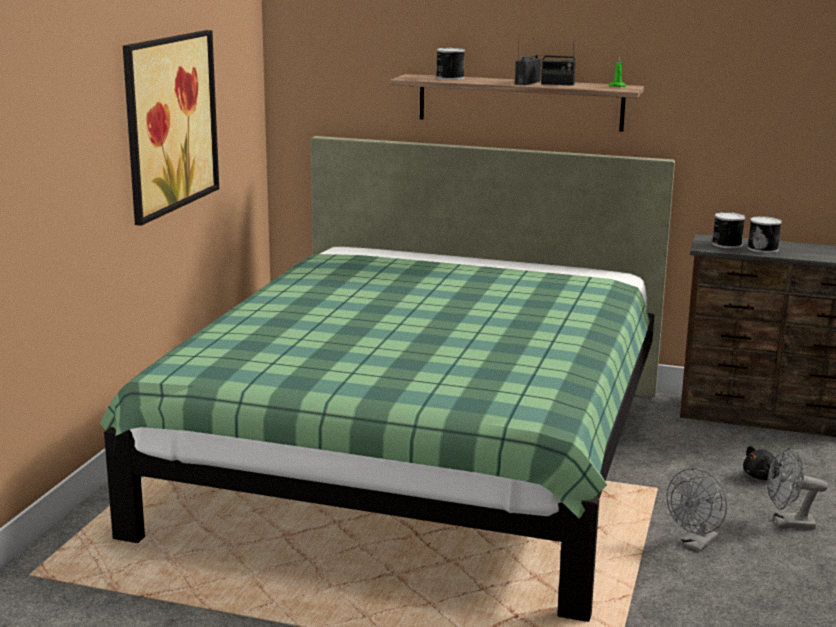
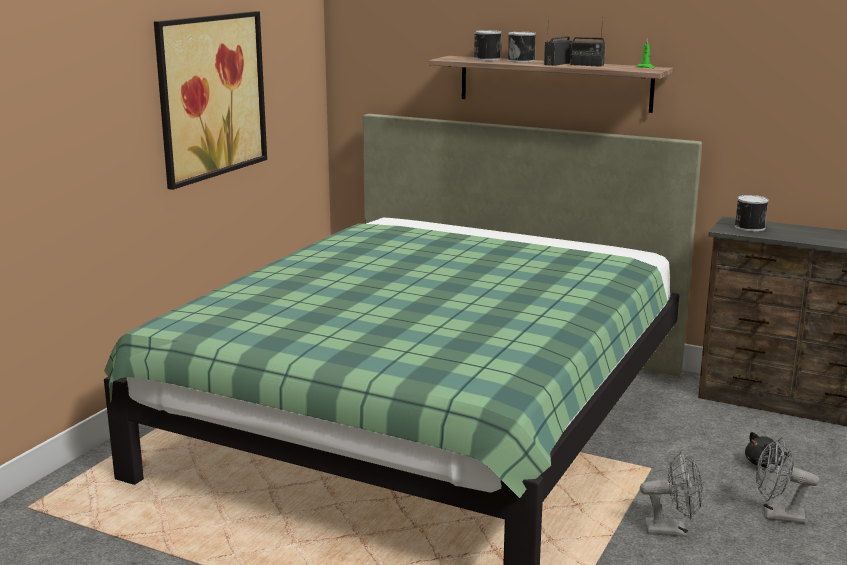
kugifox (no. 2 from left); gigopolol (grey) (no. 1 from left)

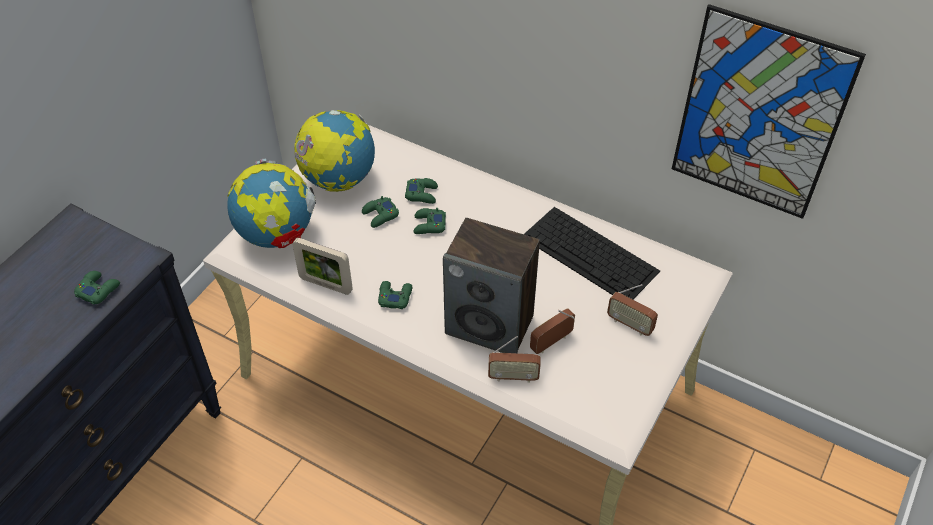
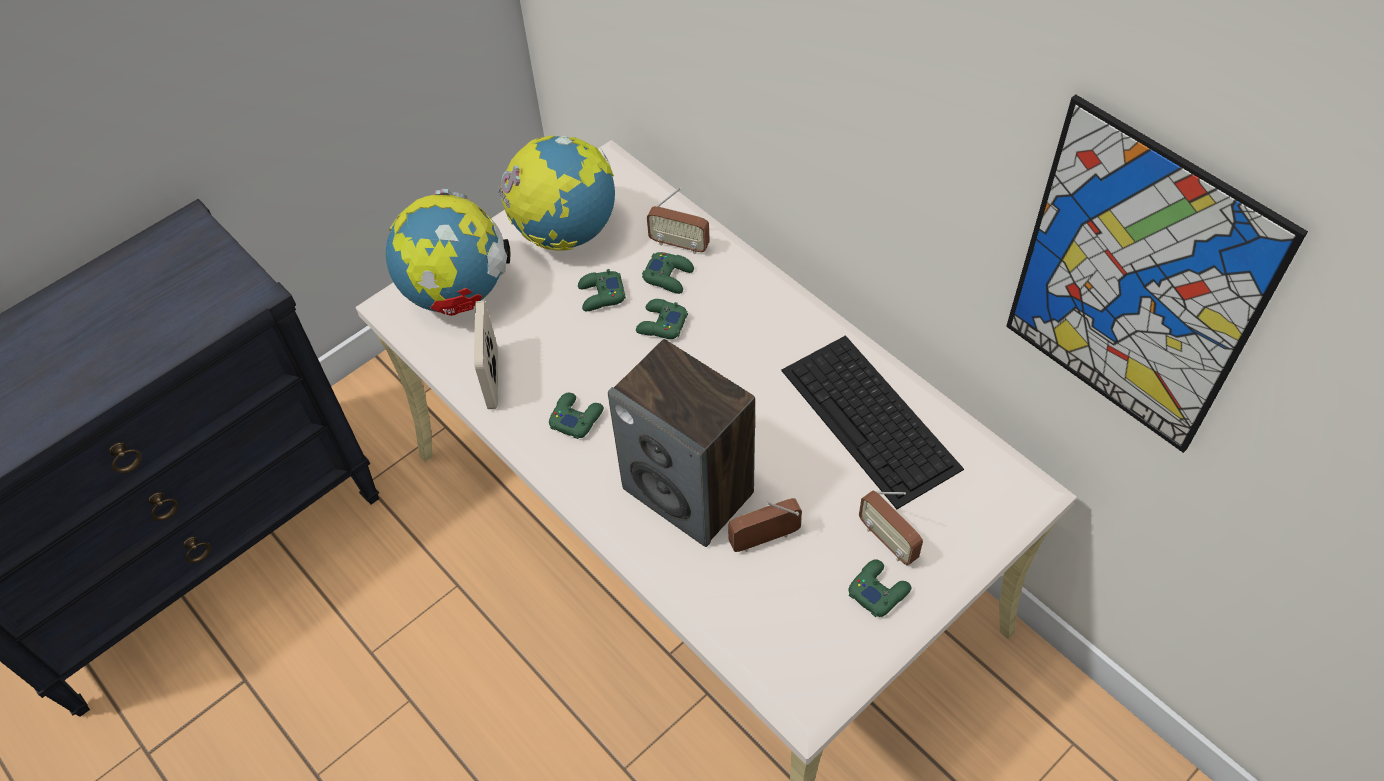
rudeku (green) (no. 5 from left); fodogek (no. 1 from left); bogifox

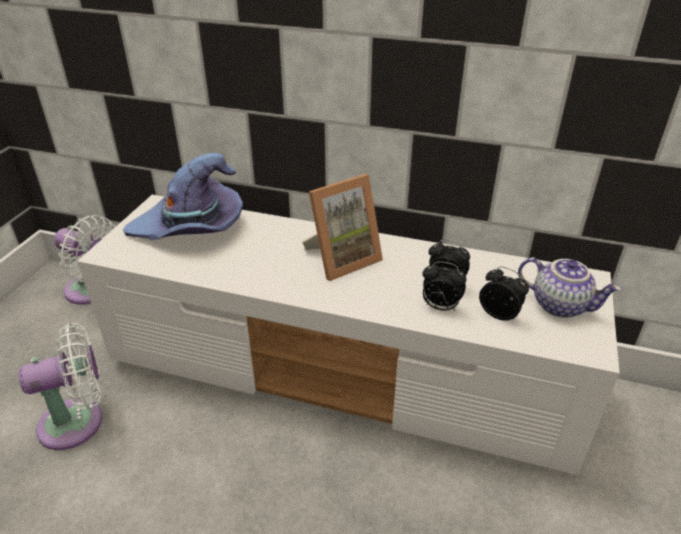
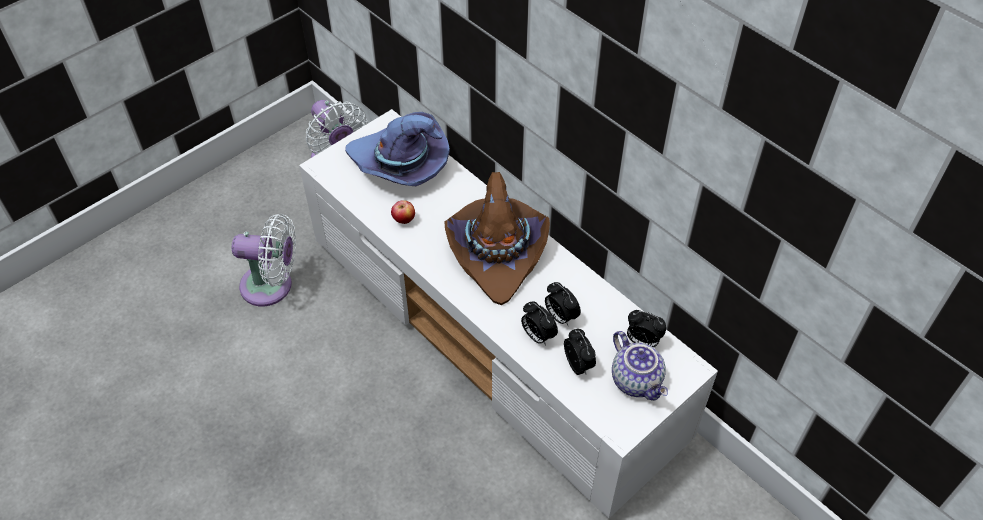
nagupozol; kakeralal (no. 4 from left); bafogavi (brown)

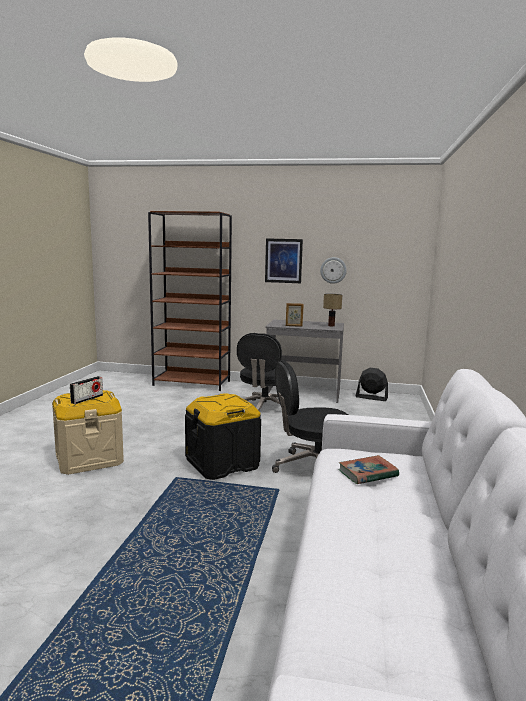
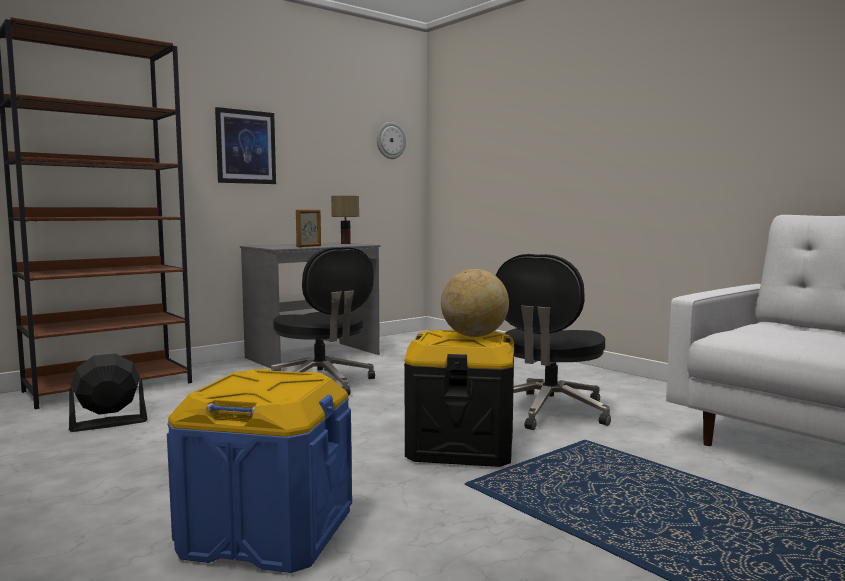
fodogek; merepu; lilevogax; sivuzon; gigopolol (black); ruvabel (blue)

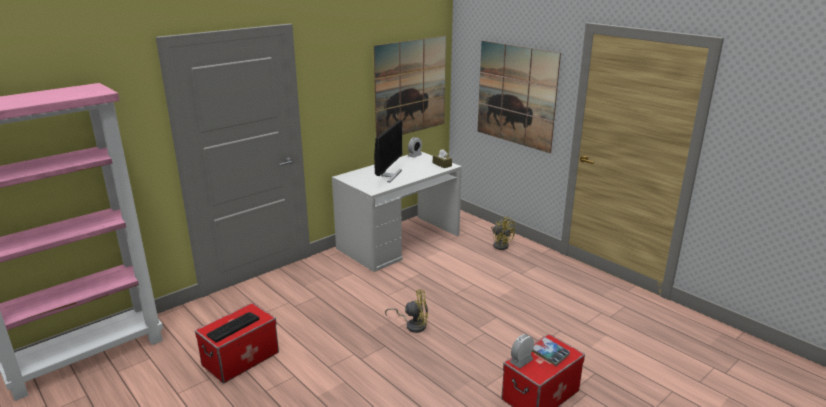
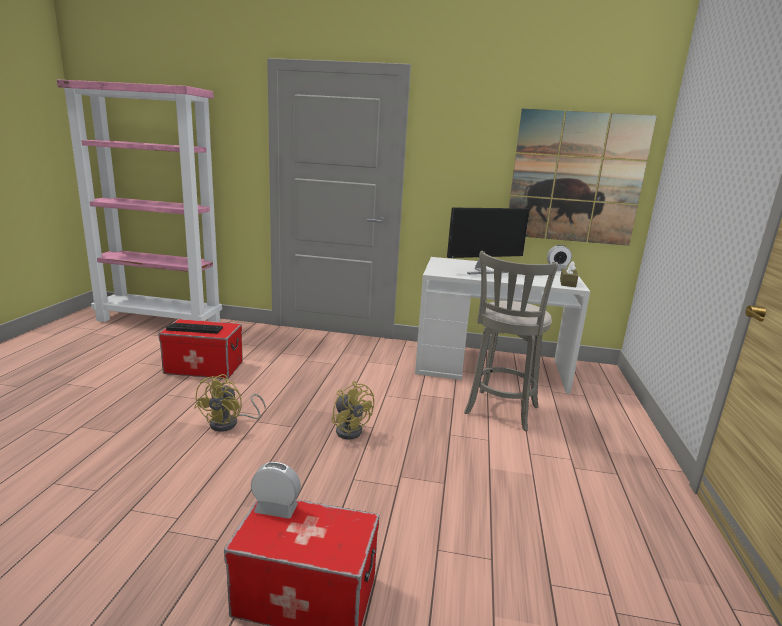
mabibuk (no. 2 from left in the first image); merepu; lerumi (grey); gigopolol (yellow) (no. 1 from left)

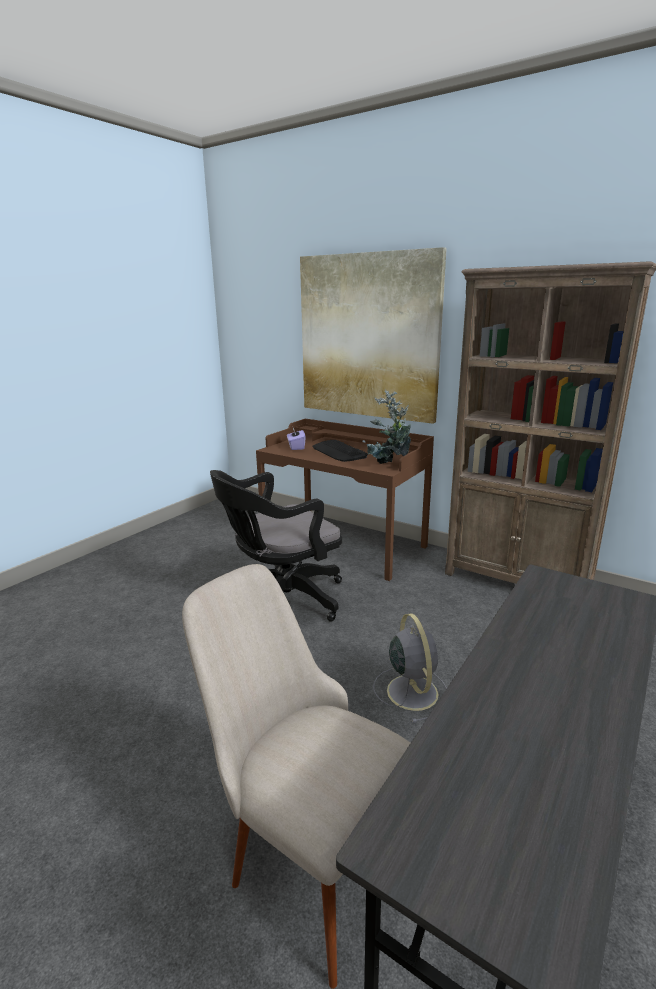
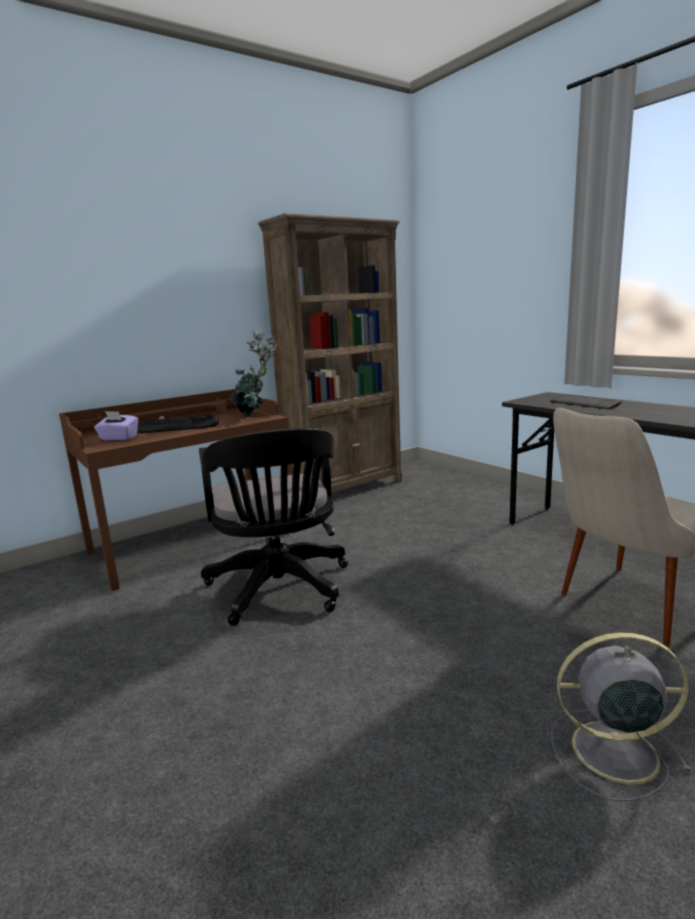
mabibuk; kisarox (no. 2 from left); gigopolol (grey)

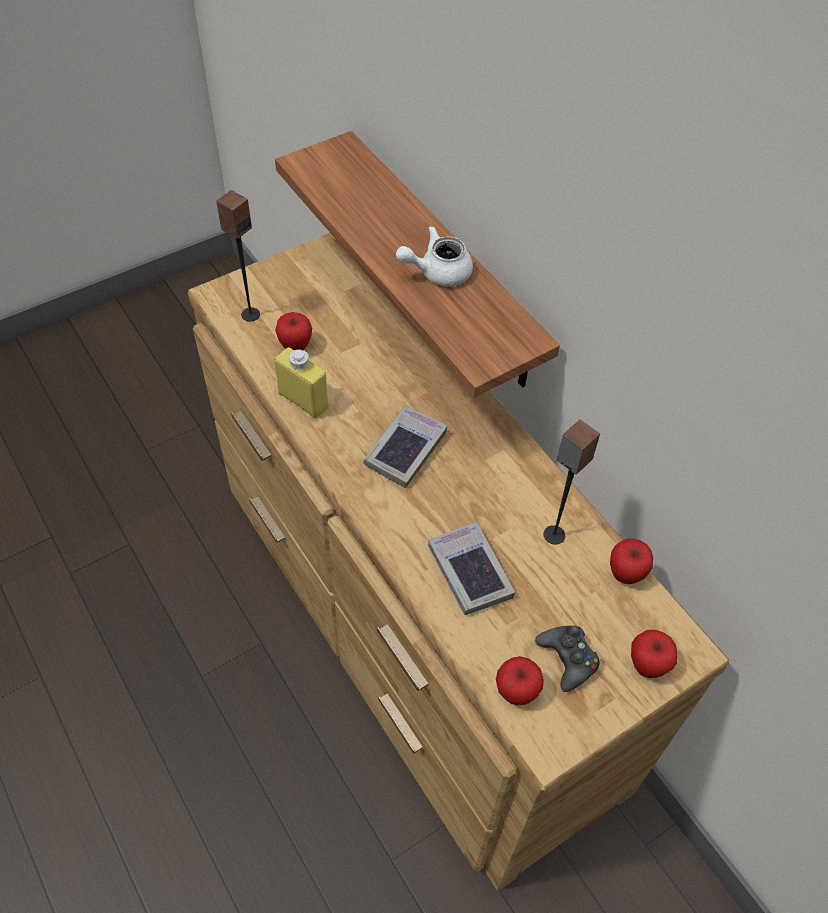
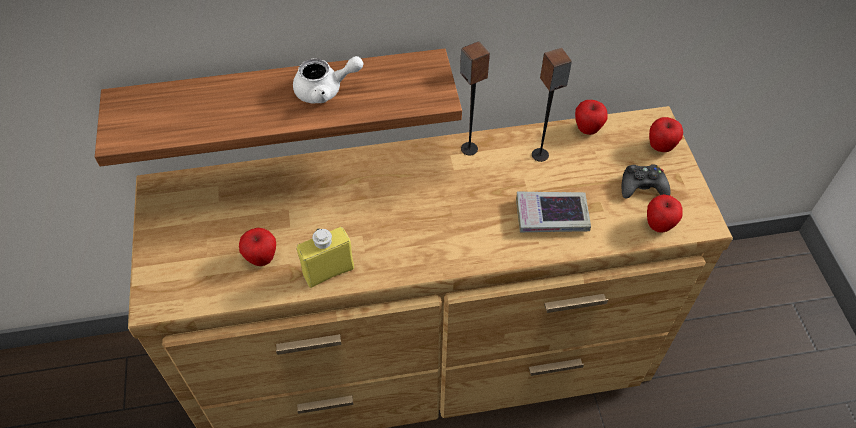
merepu (no. 1 from left in the first image); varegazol (no. 1 from left); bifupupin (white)

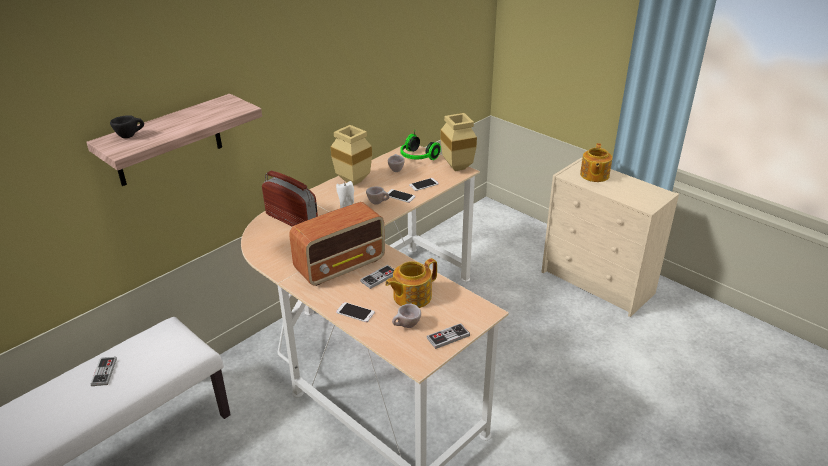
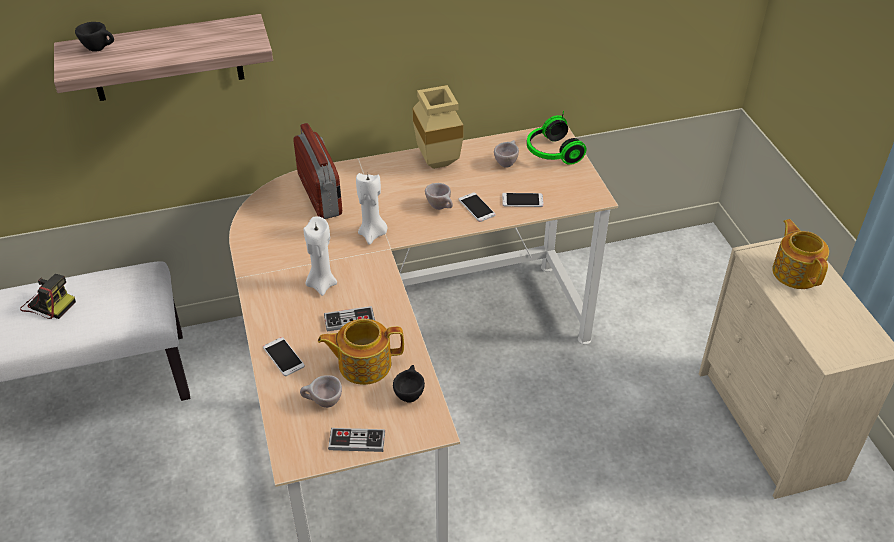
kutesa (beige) (no. 2 from left in the first image); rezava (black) (no. 2 from left); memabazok; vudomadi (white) (no. 1 from left); bifupupin (no. 2 from left)

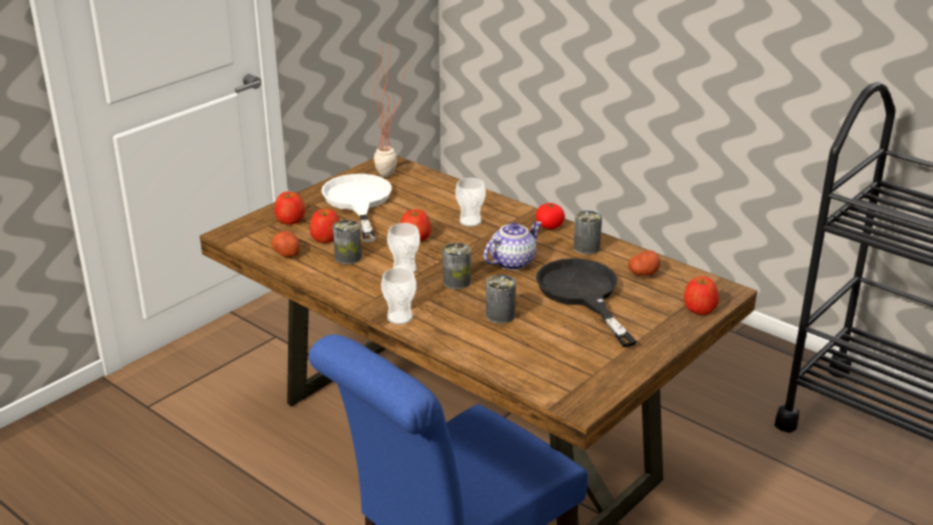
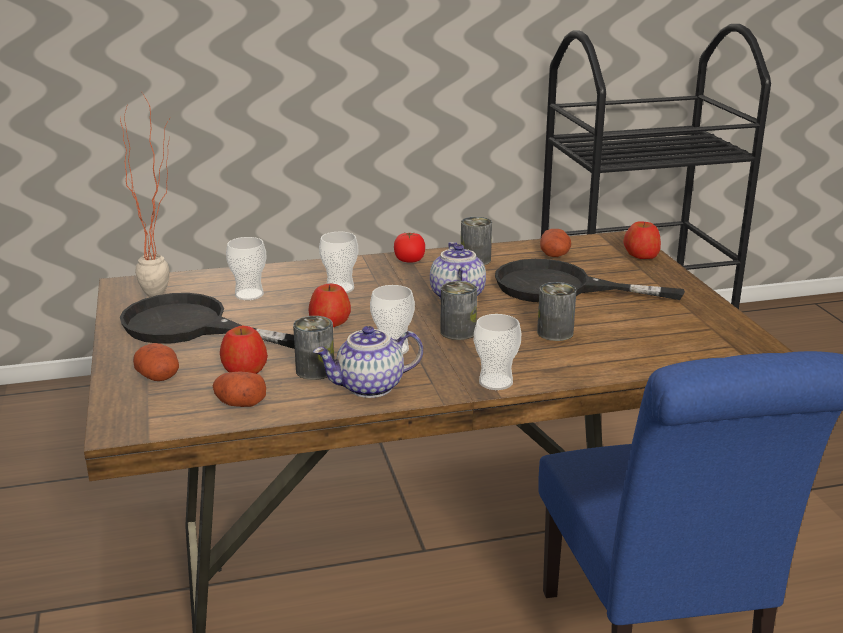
rezava (no. 1 from left); bifupupin (no. 1 from left); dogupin (no. 1 from left); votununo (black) (no. 1 from left)

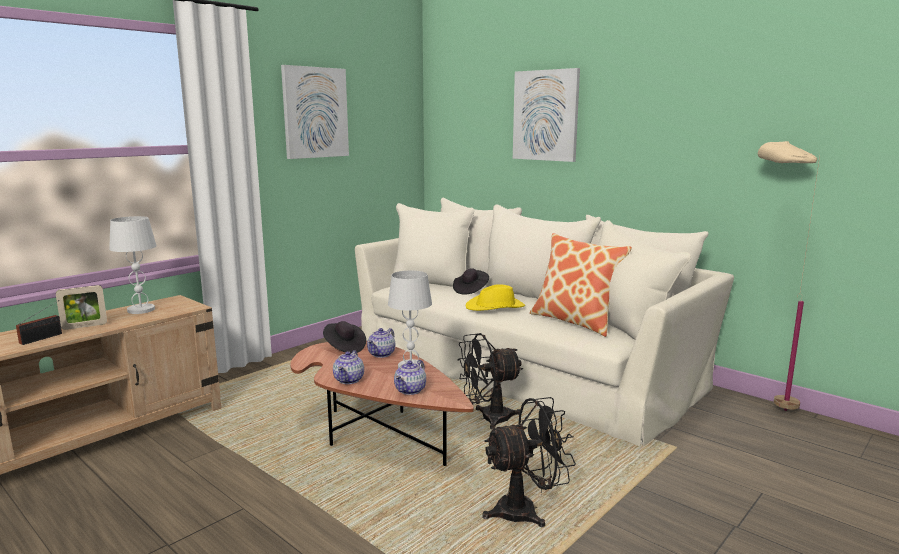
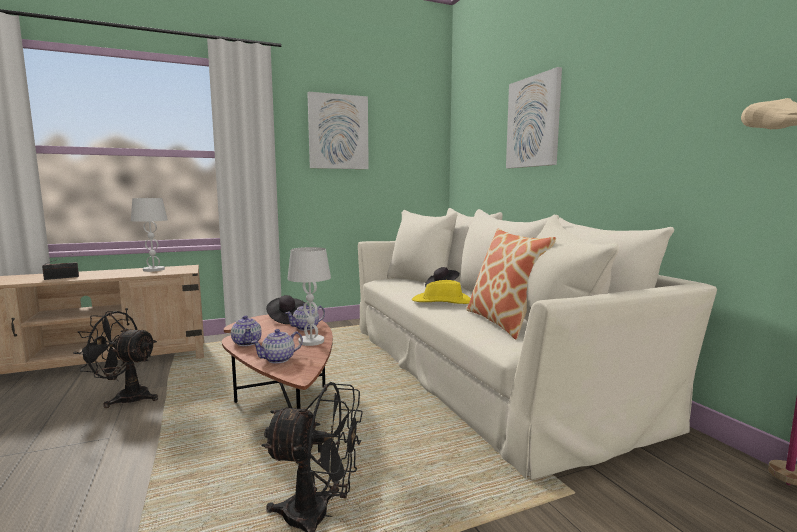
bogifox; gigopolol (black) (no. 1 from left); bifupupin (no. 1 from left)

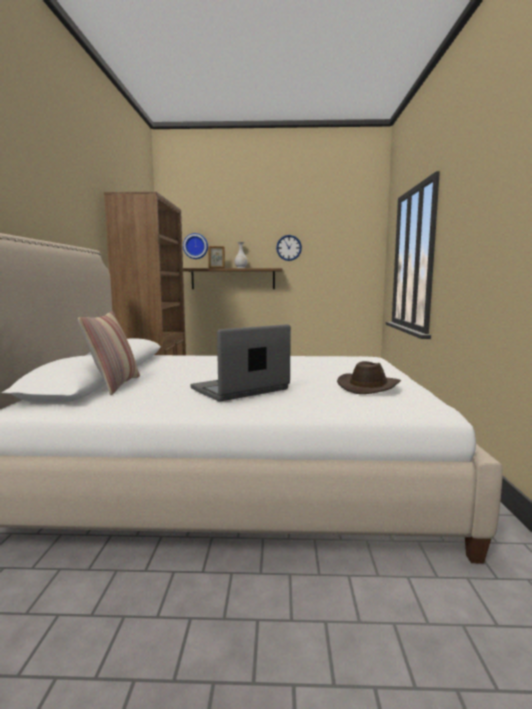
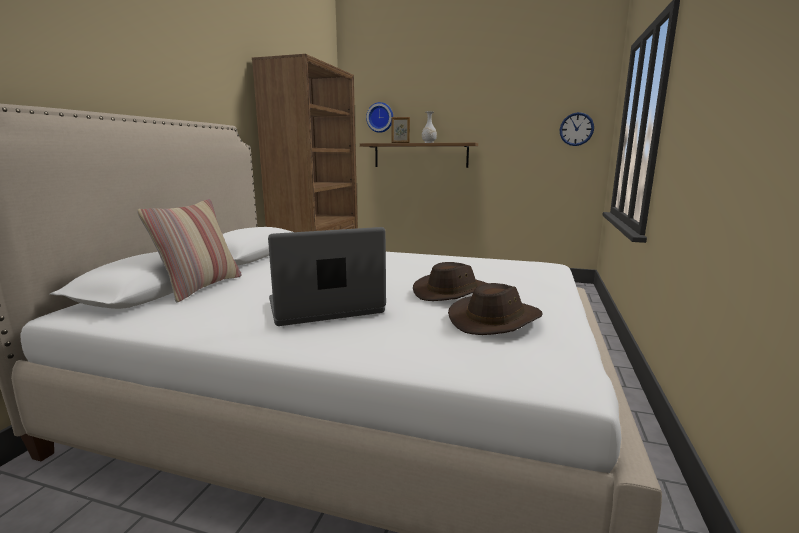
bafogavi (brown) (no. 1 from left); sivuzon (no. 2 from left)

